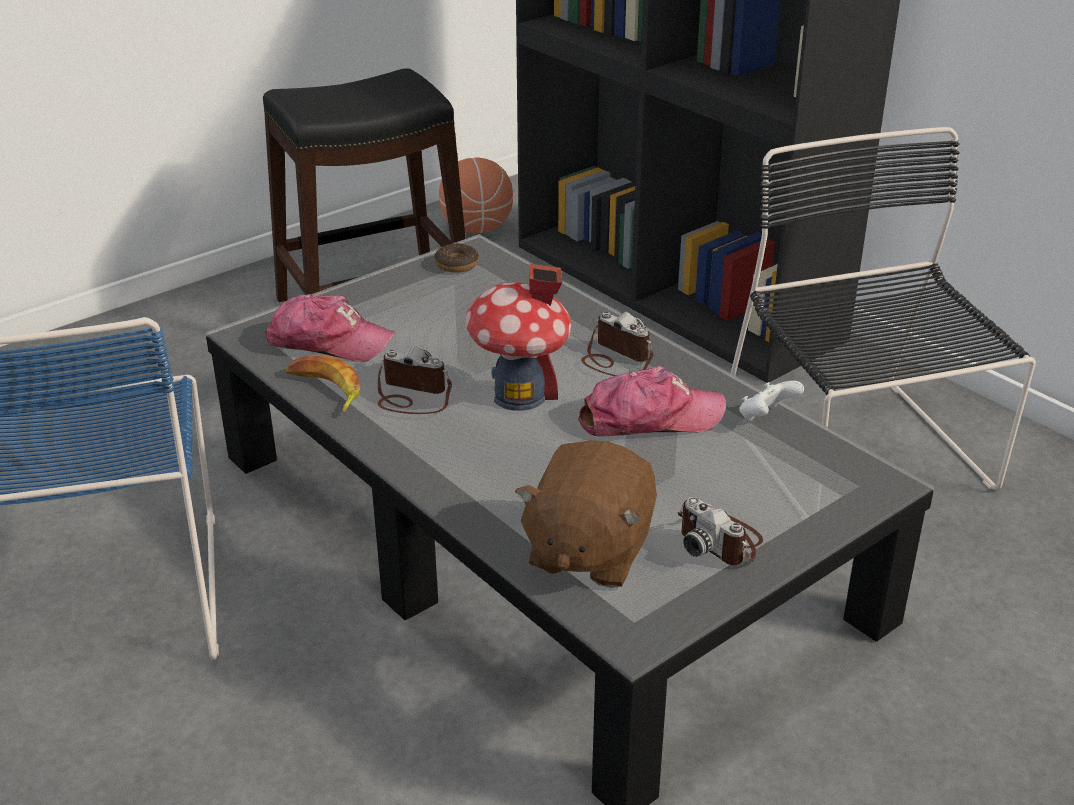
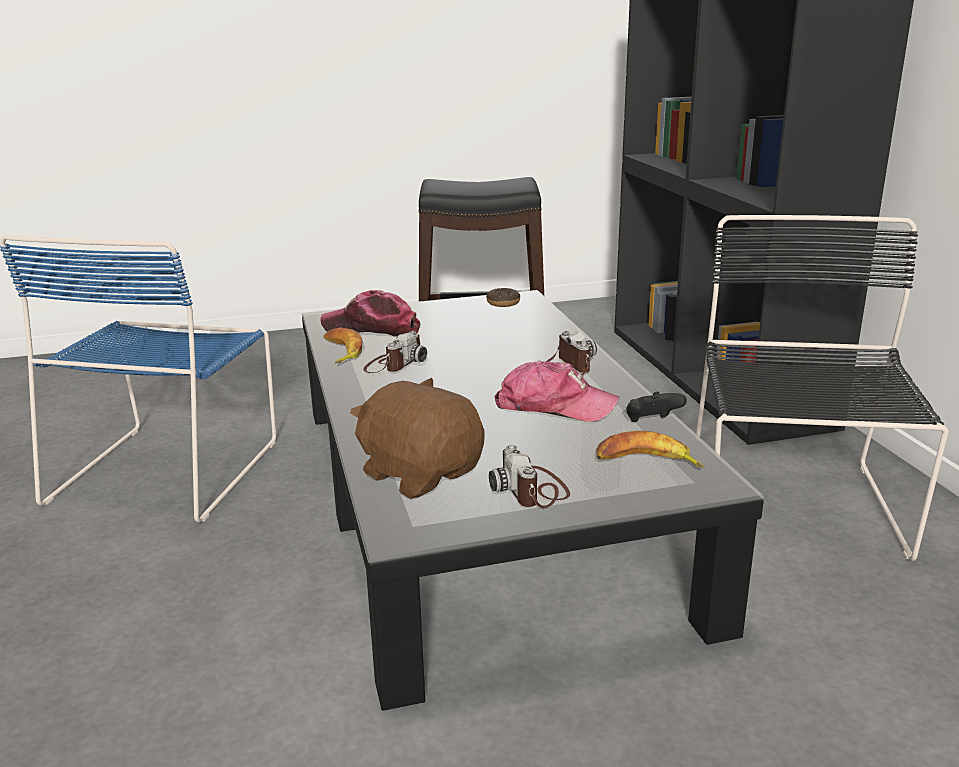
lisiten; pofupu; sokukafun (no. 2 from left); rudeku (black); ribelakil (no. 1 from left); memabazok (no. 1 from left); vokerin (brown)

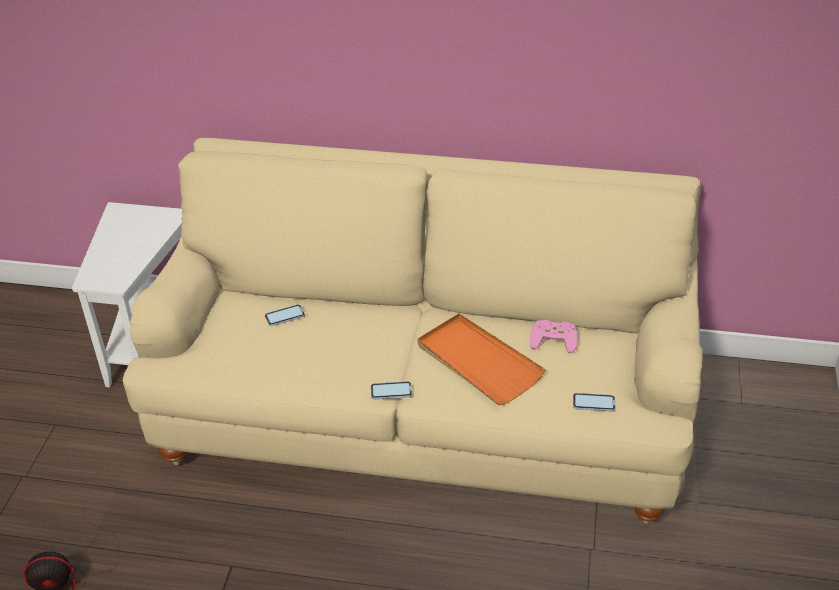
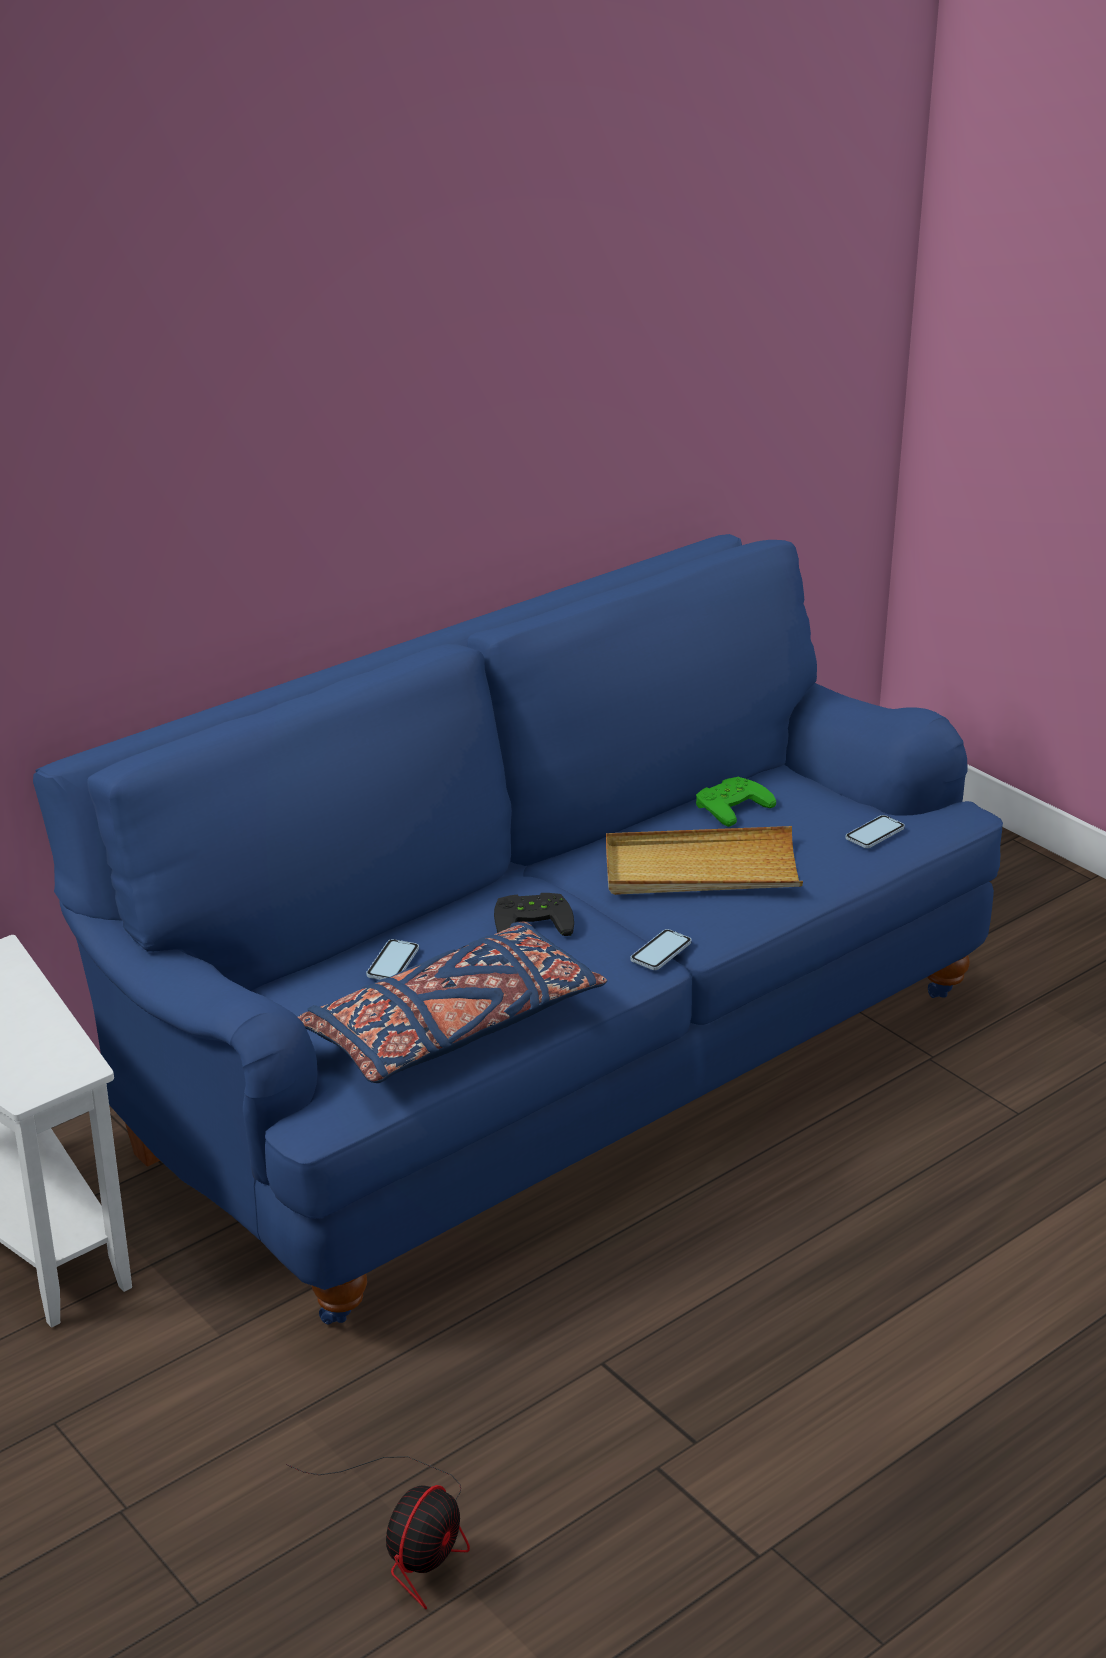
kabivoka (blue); rudeku (black); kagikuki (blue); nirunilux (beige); rudeku (green)

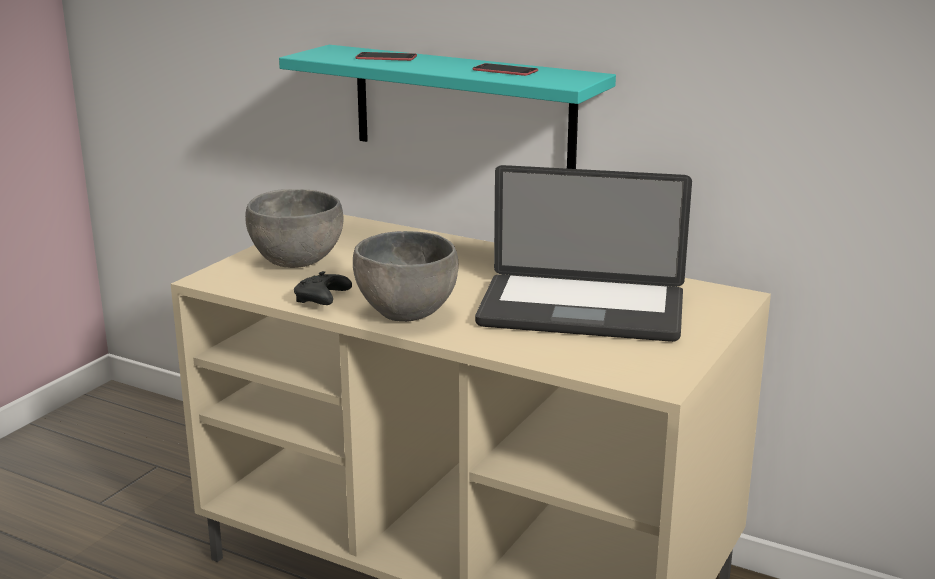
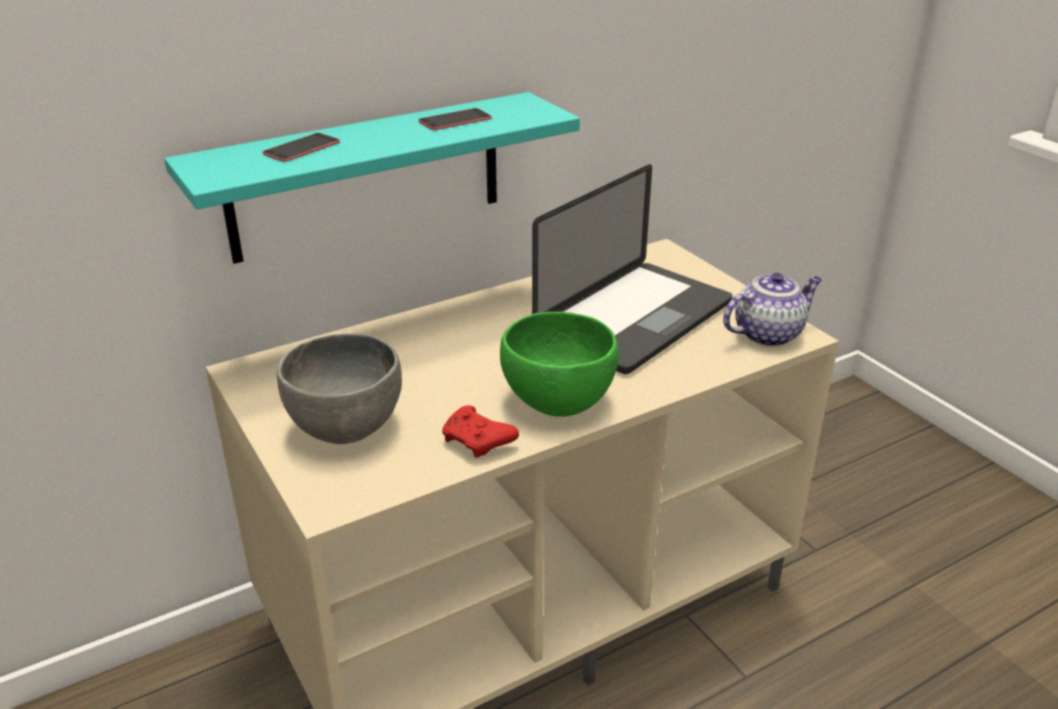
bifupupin; rudeku (red); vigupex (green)

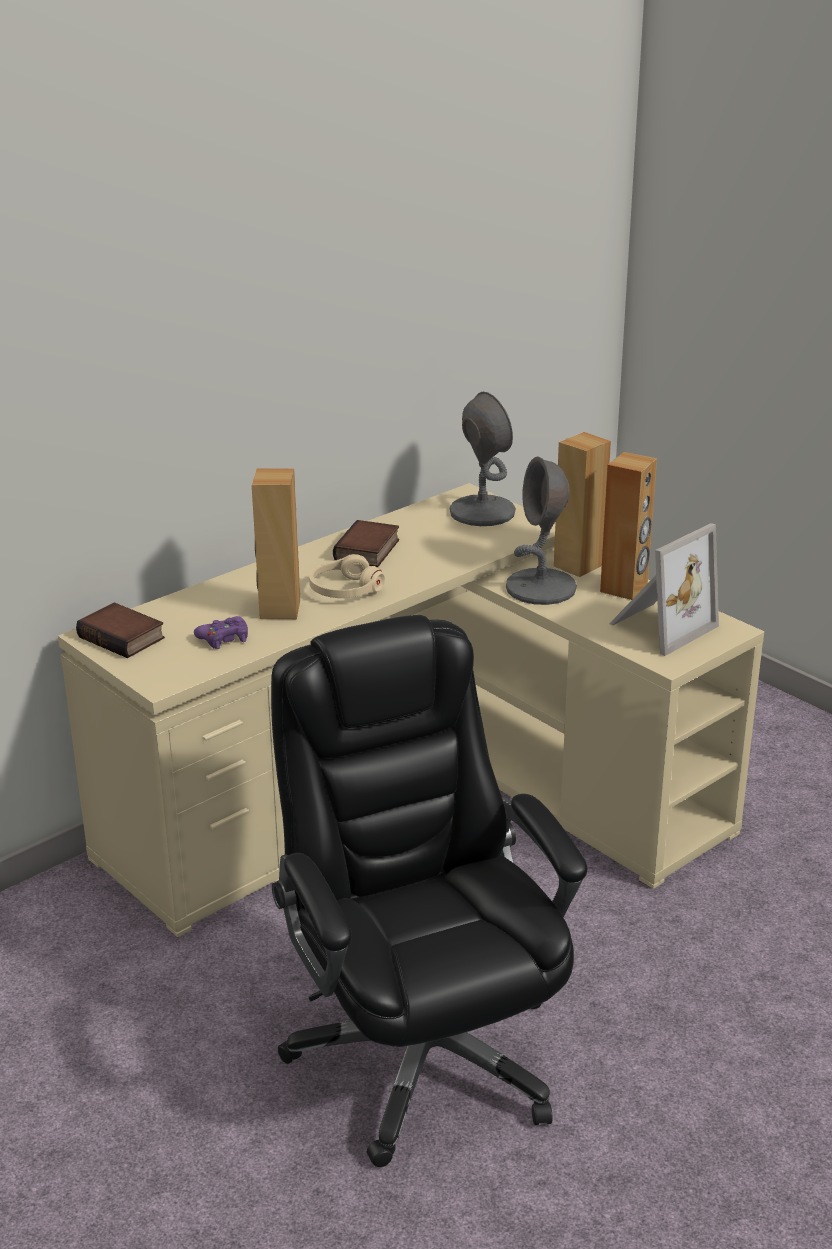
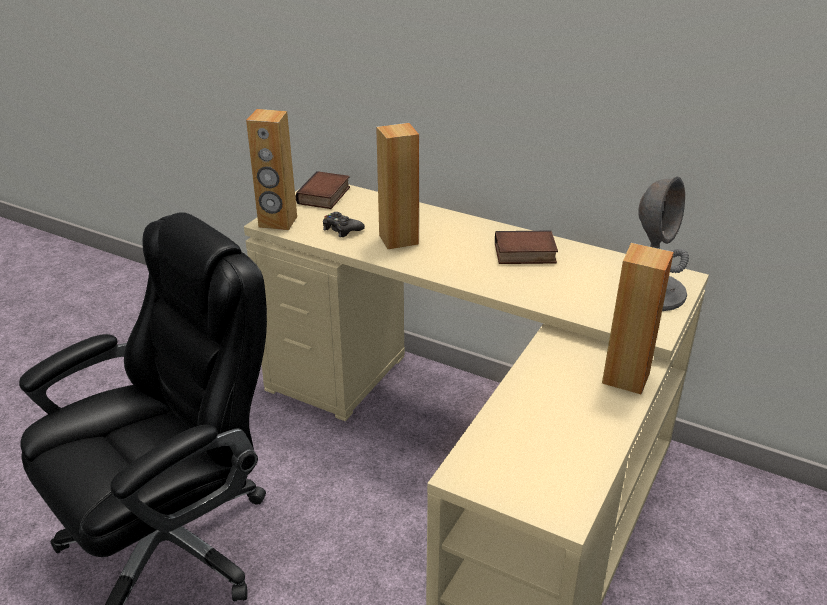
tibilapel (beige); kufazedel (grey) (no. 2 from left in the first image); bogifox; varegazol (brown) (no. 1 from left); rudeku (black)

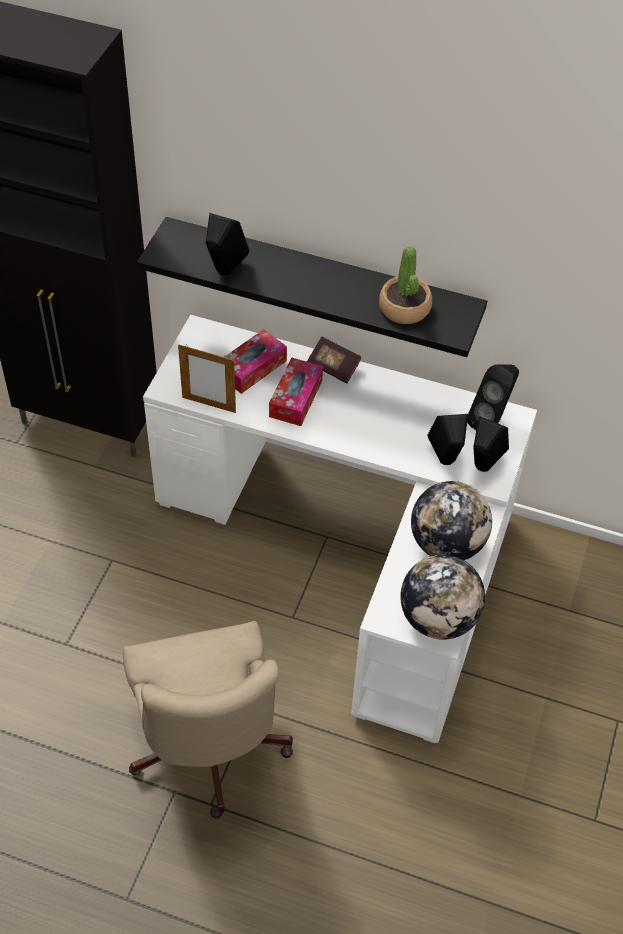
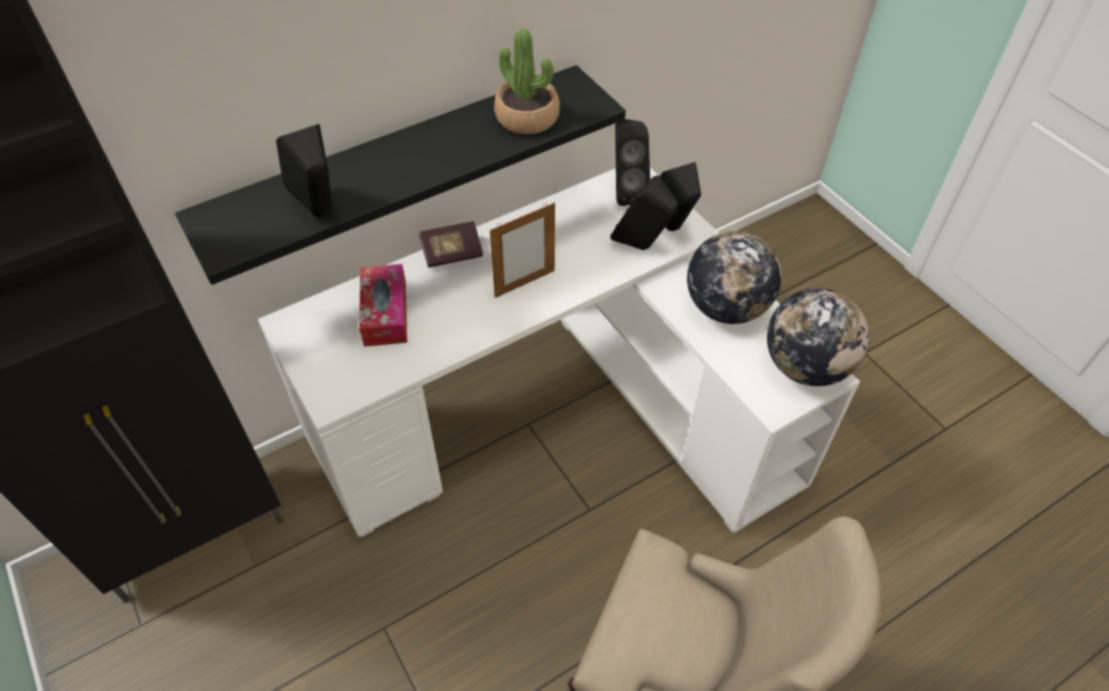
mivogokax (no. 2 from left in the first image); bogifox

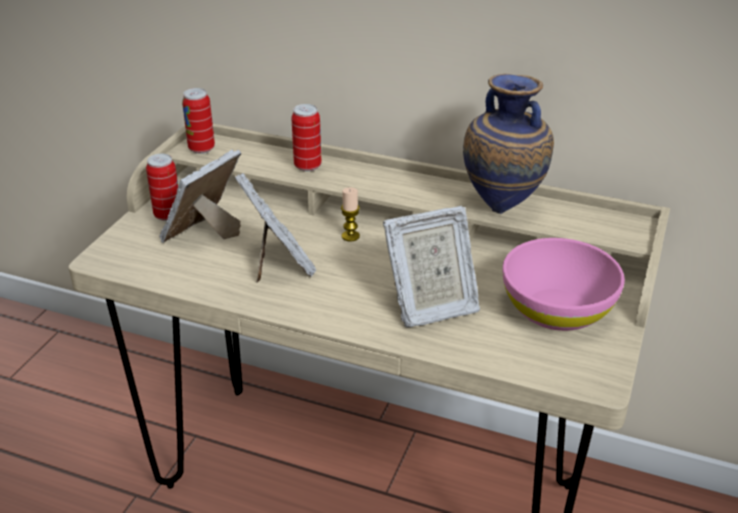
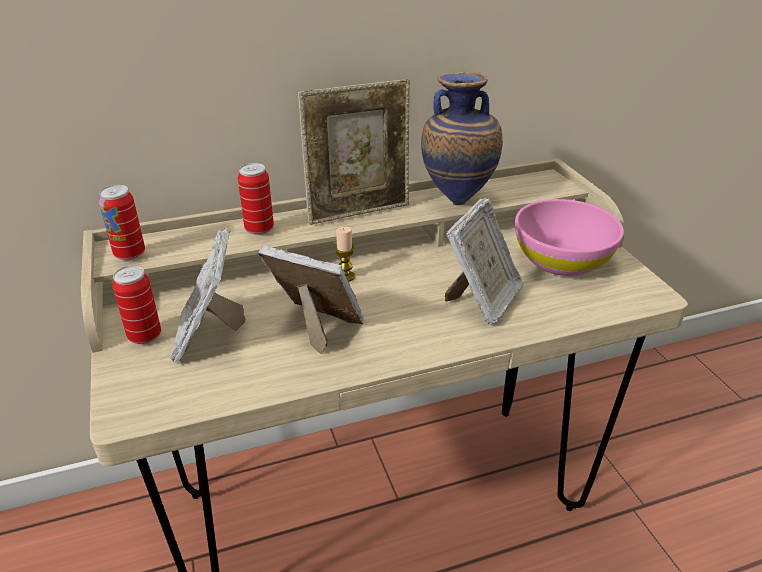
bogifox (no. 3 from left)

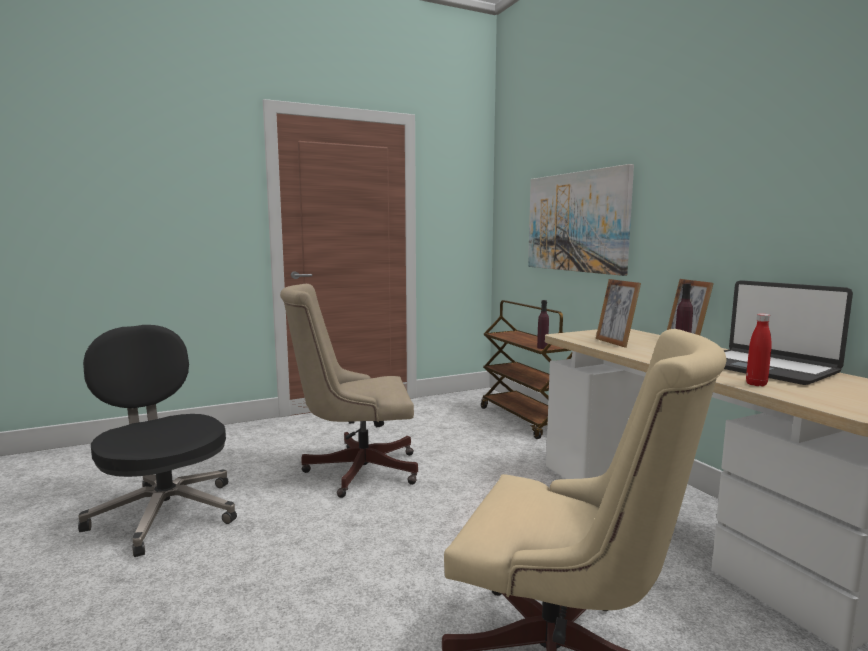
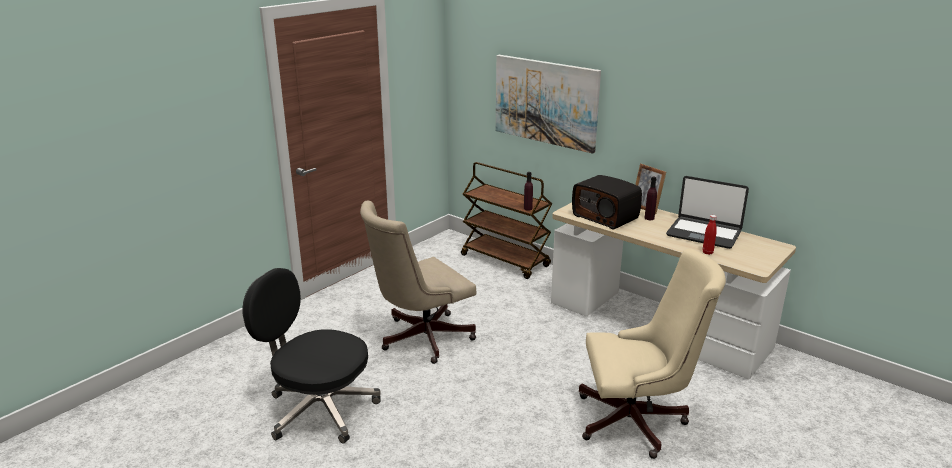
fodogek

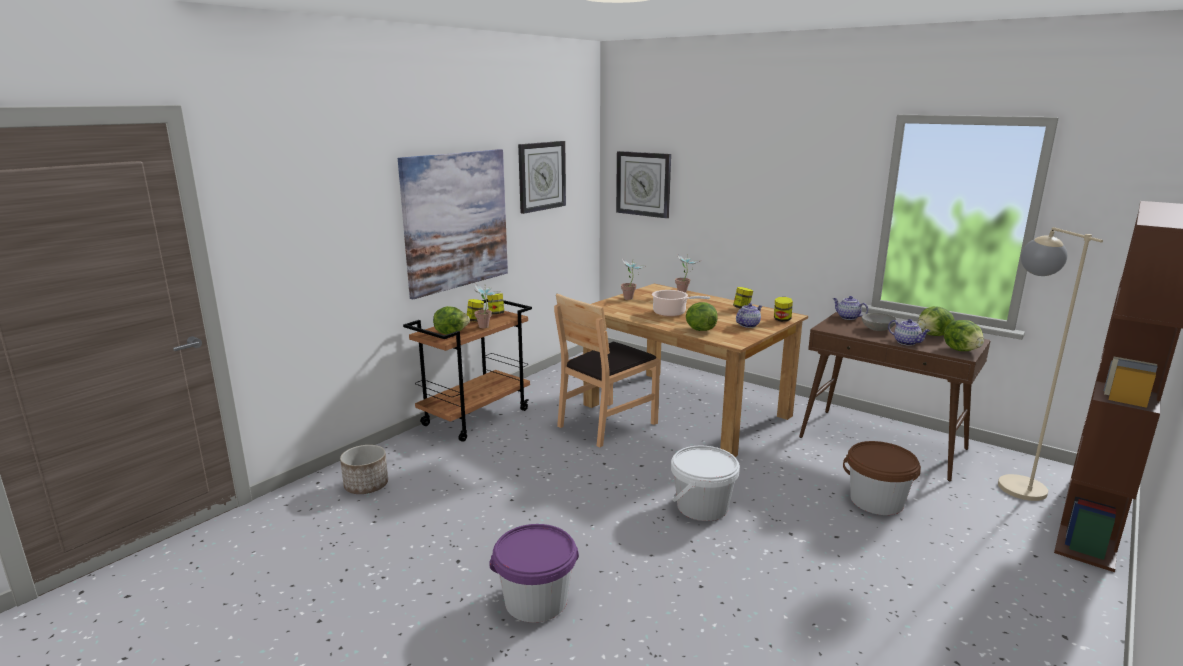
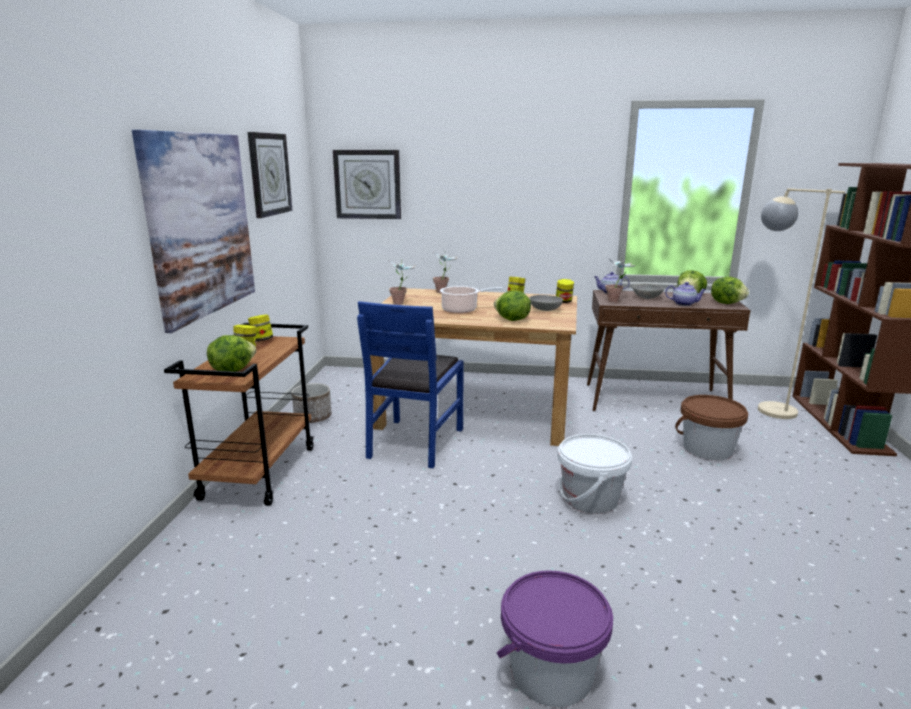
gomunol; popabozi (no. 3 from left); vigupex (grey) (no. 1 from left); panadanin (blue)

